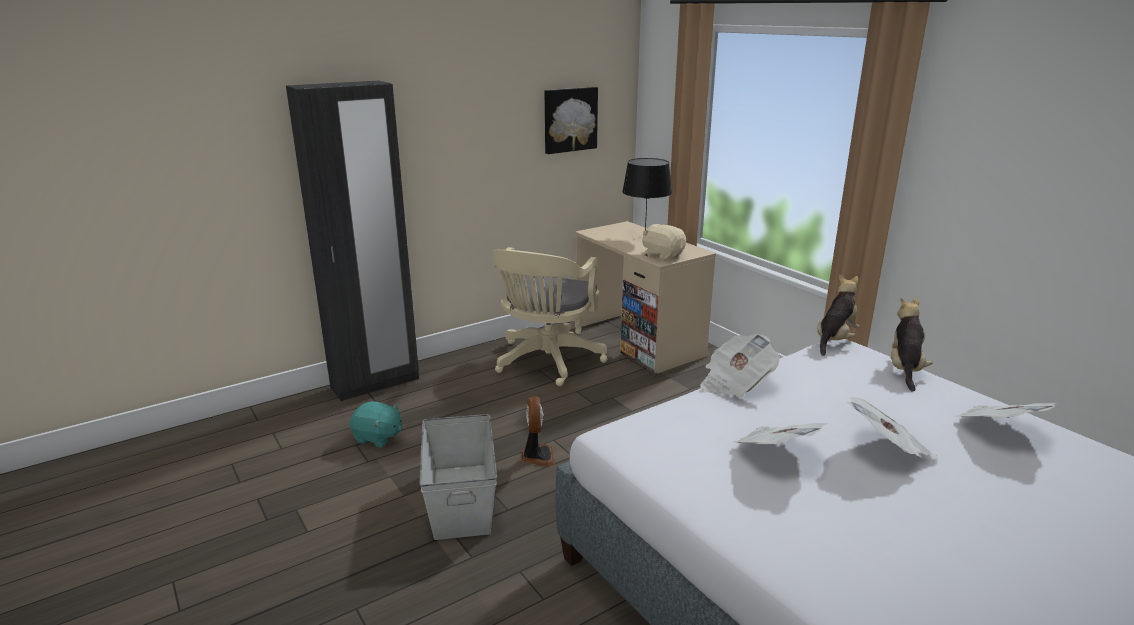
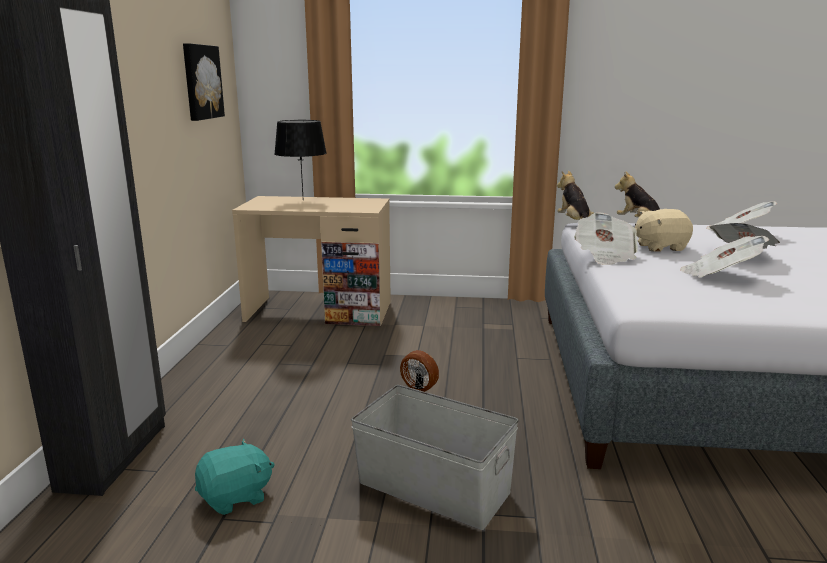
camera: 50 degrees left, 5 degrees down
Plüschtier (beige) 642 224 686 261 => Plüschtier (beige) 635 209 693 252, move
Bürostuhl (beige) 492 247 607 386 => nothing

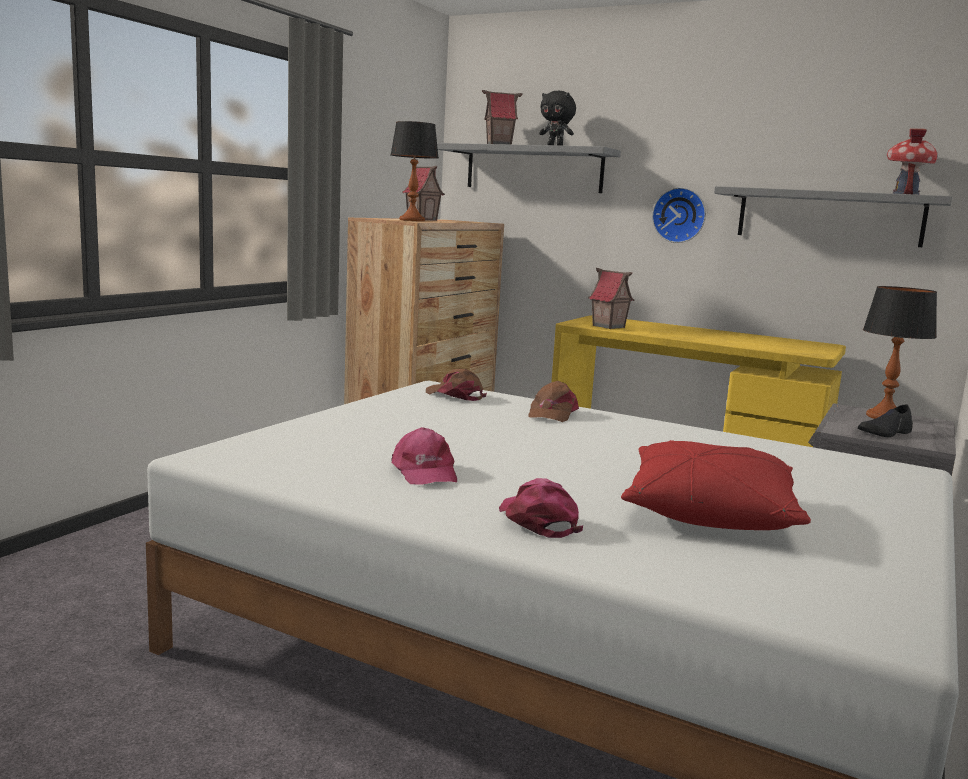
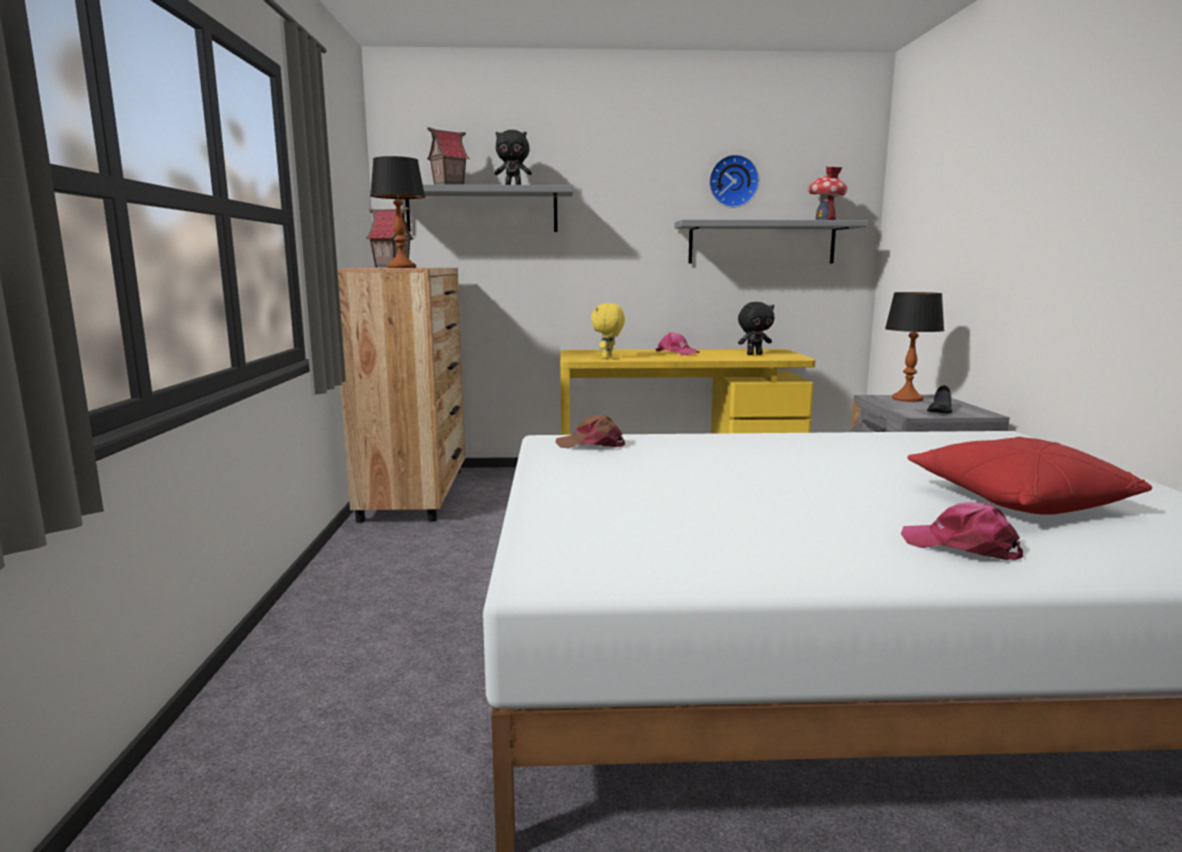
camera: 30 degrees left, 0 degrees up
Spielzeughaus 588 268 634 329 => Plüschtier (gelb) 591 303 625 359
Kappe (rosa) 391 427 457 484 => Kappe (rosa) 656 332 700 355, move
Wanduhr 652 187 706 243 => Wanduhr 709 154 760 208, move
nothing => Plüschtier (schwarz) 738 302 774 355
Kappe (braun) 528 381 579 422 => nothing

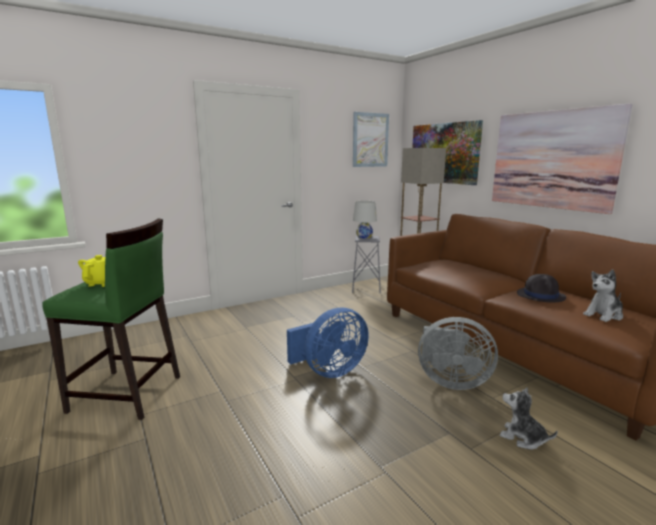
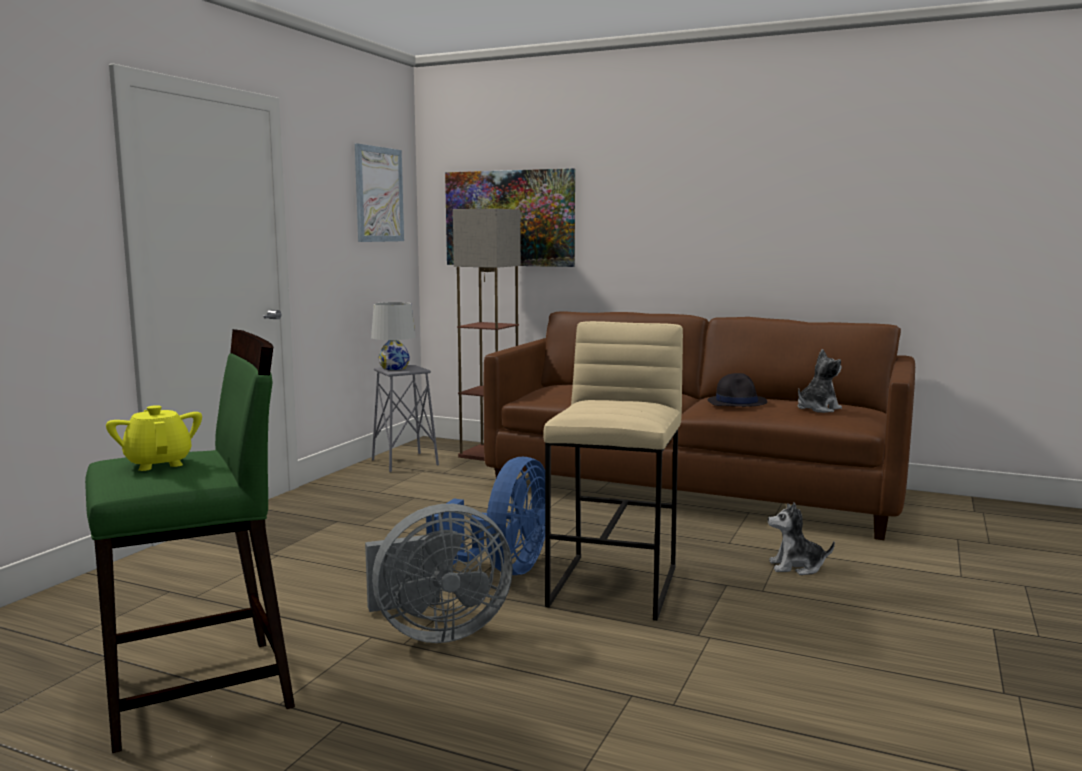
camera: 35 degrees left, 5 degrees down
Ventilator (grau) 418 317 498 390 => Ventilator (grau) 365 504 513 643, move
nothing => Hocker (beige) 543 321 683 621
Plüschtier 583 270 623 322 => Plüschtier 798 349 842 413, 150 degrees counterclockwise
Bild 492 103 633 214 => nothing

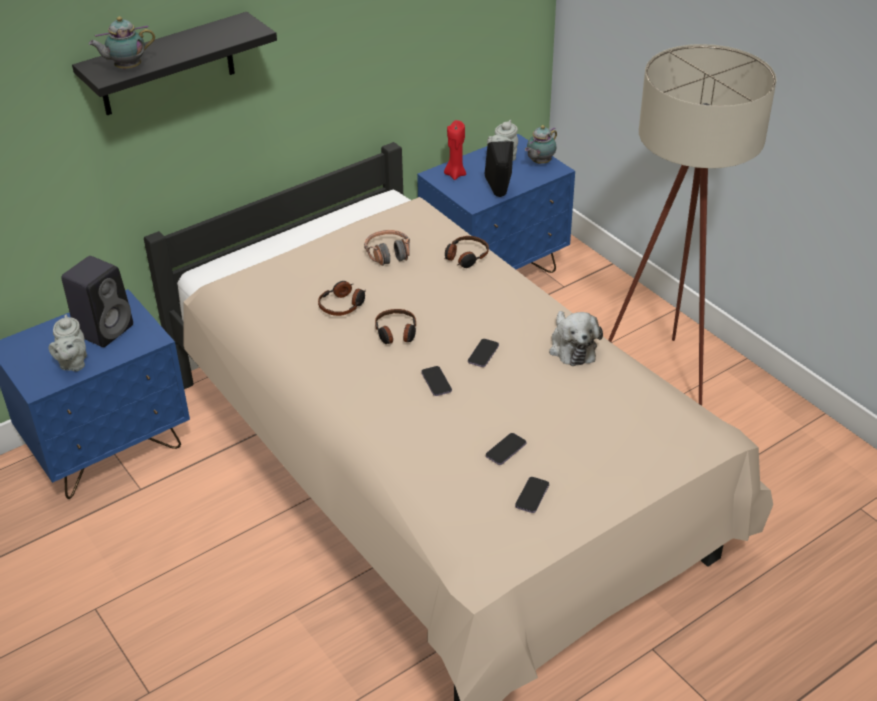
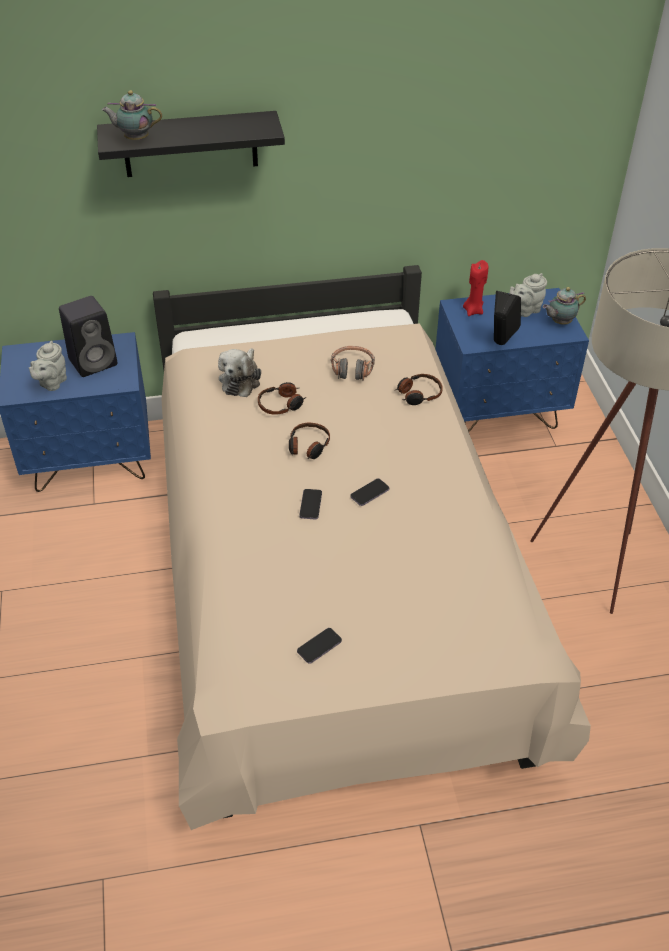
camera: 25 degrees right, 5 degrees up
Plüschtier 549 311 603 366 => Plüschtier 218 348 261 397, move
Handy 486 433 526 465 => nothing

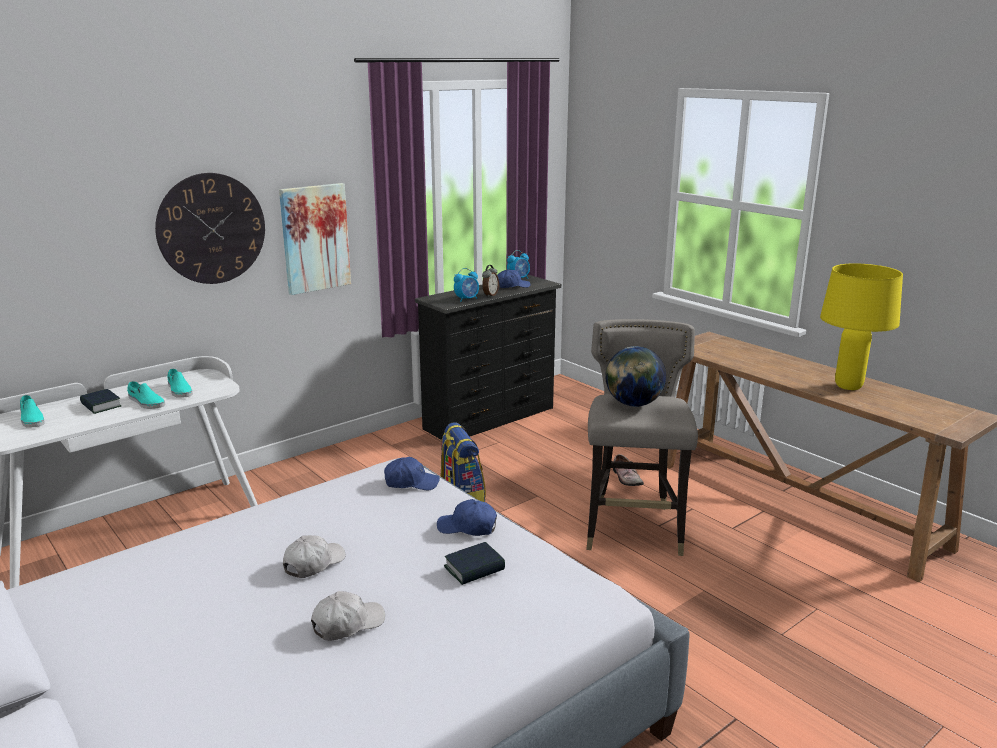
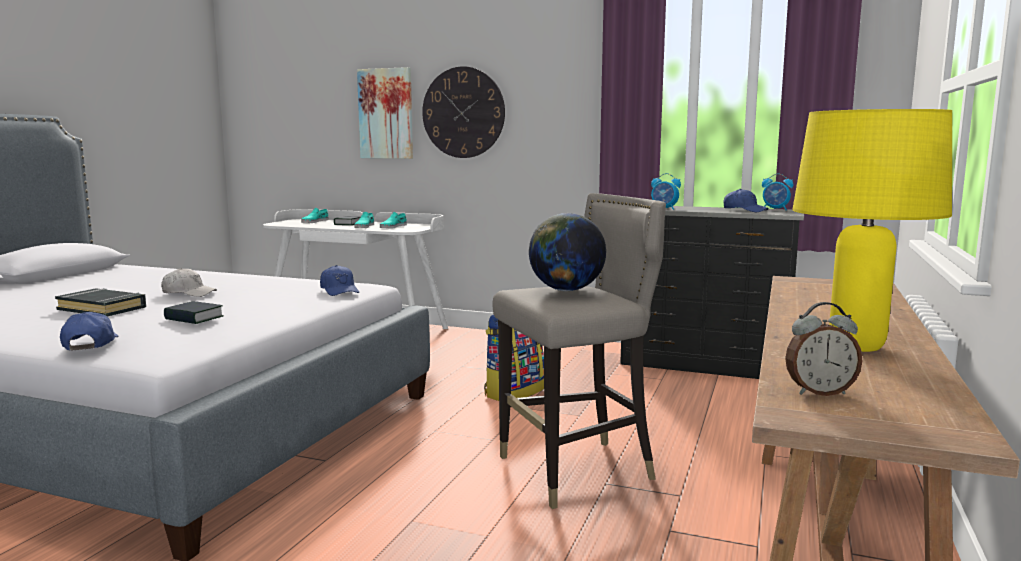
camera: 60 degrees right, 10 degrees down
Kappe (weiß) 311 591 385 641 => Buch (schwarz) 55 288 146 317
Kappe (blau) 437 499 497 536 => Kappe (blau) 60 312 118 350, move
Bild 279 183 351 295 => Bild 357 67 413 159, move
Wecker 482 265 499 297 => Wecker 785 302 863 396, move
Schuh 613 454 644 486 => nothing

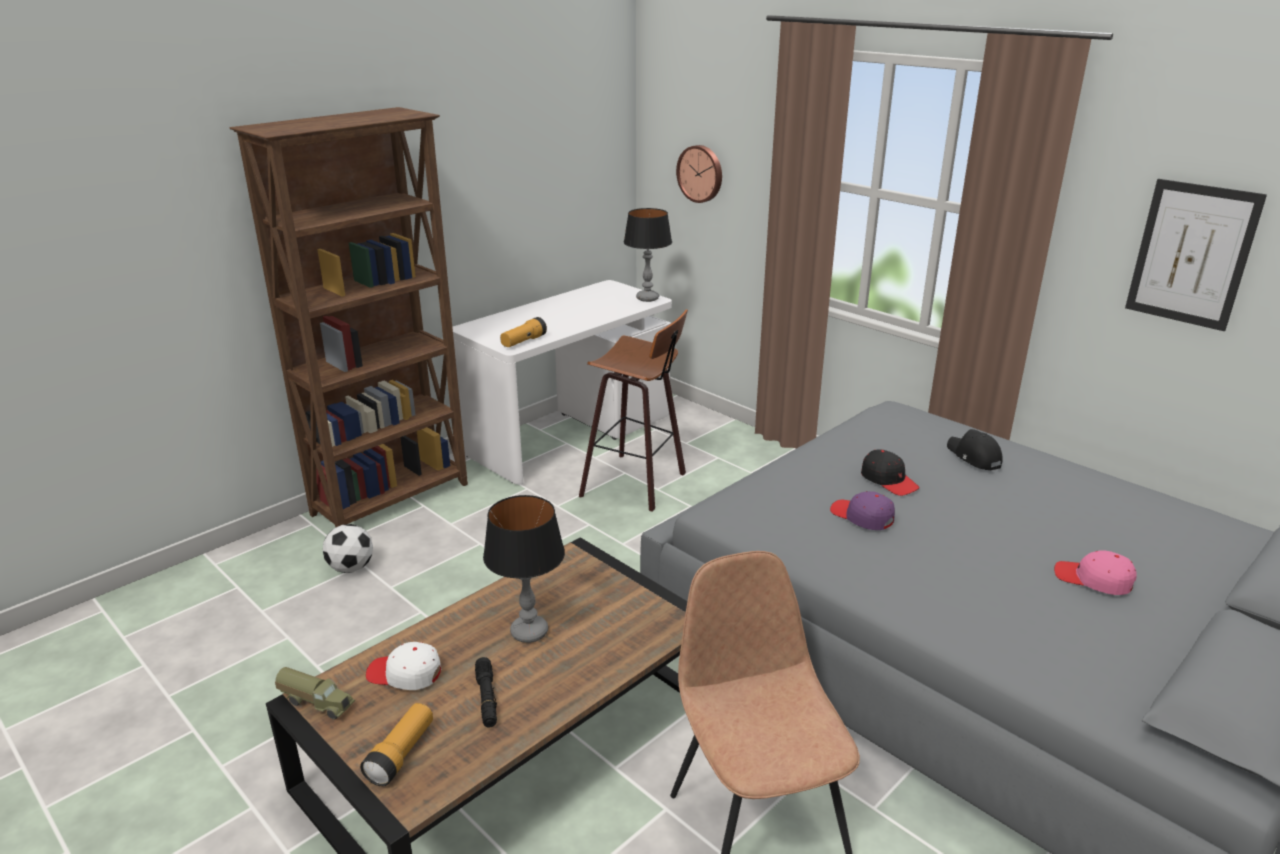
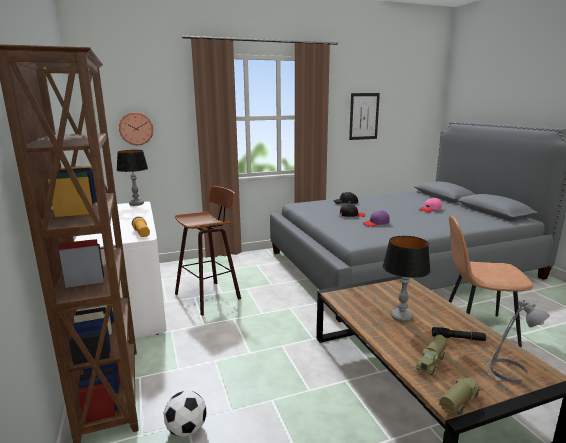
camera: 65 degrees left, 10 degrees down
Kappe (weiß) 366 642 441 690 => Spielzeuglaster 416 335 447 375
Taschenlampe 360 703 433 786 => Tischlampe (grau) 486 300 550 383

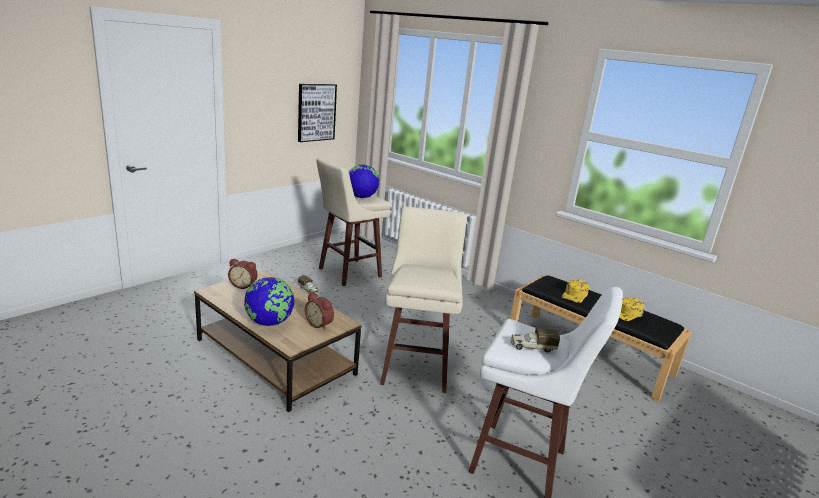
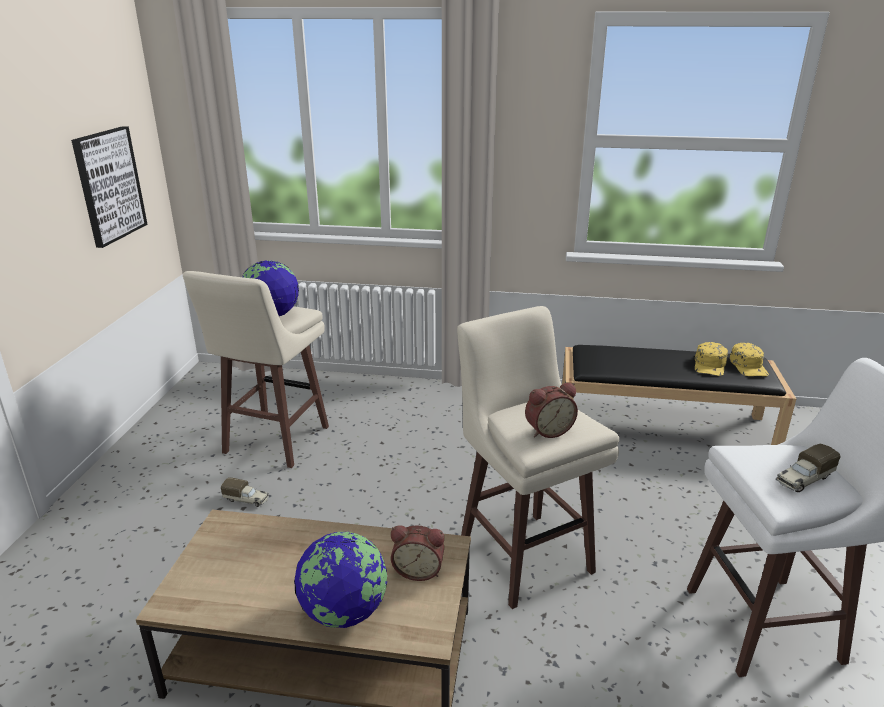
camera: 30 degrees left, 5 degrees up
Wecker 228 259 258 289 => Wecker 525 383 578 438, move
Kappe (gelb) 562 279 589 303 => Kappe (gelb) 730 343 769 376, move

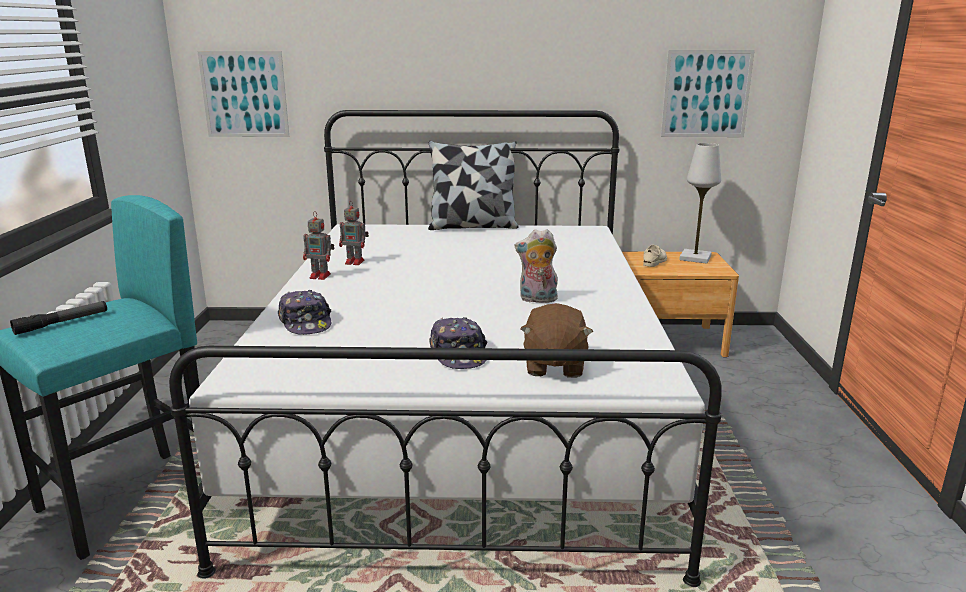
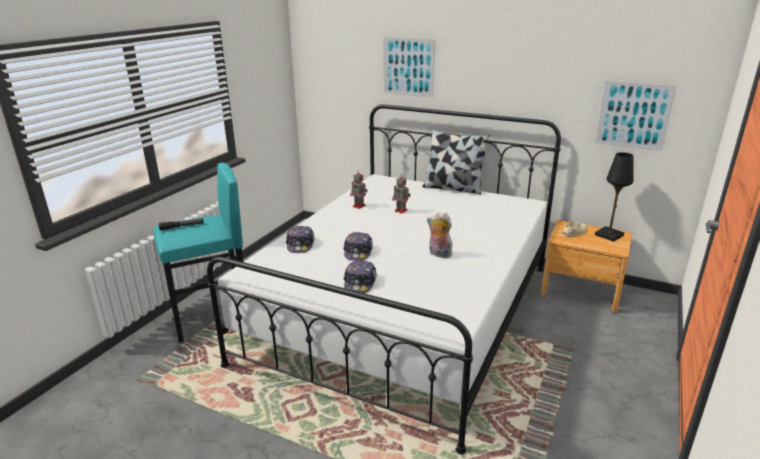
camera: 25 degrees right, 5 degrees up
nothing => Kappe 343 232 373 261
Bild 197 51 289 137 => Bild 383 37 435 97, move
Spielzeugroboter 303 211 335 280 => Spielzeugroboter 392 175 410 214, move
Tischlampe (weiß) 679 143 721 264 => Tischlampe (schwarz) 595 152 634 242
Plüschtier (braun) 520 303 593 378 => nothing

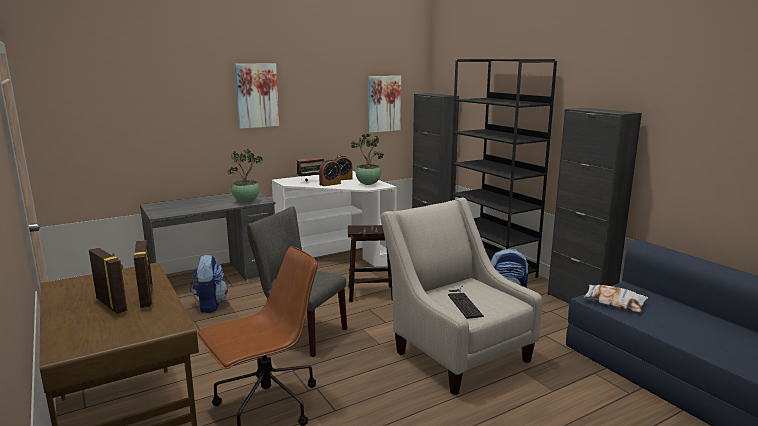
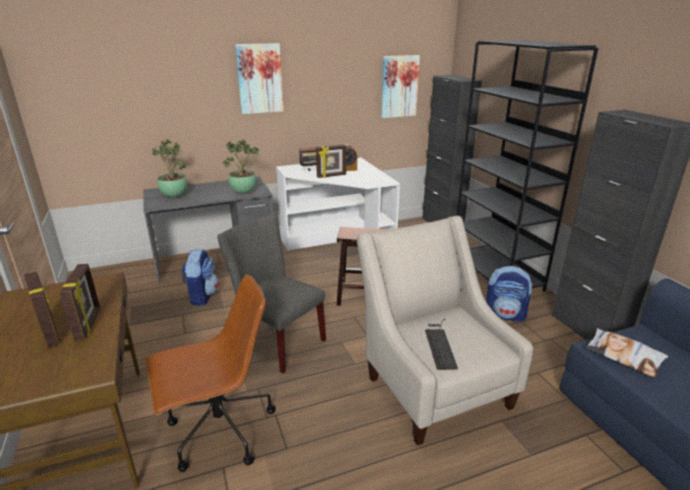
camera: 10 degrees right, 10 degrees up
Topfpflanze 351 133 384 185 => Topfpflanze 152 139 187 197, move
Wecker 319 159 341 186 => Bilderrahmen 316 145 346 178

